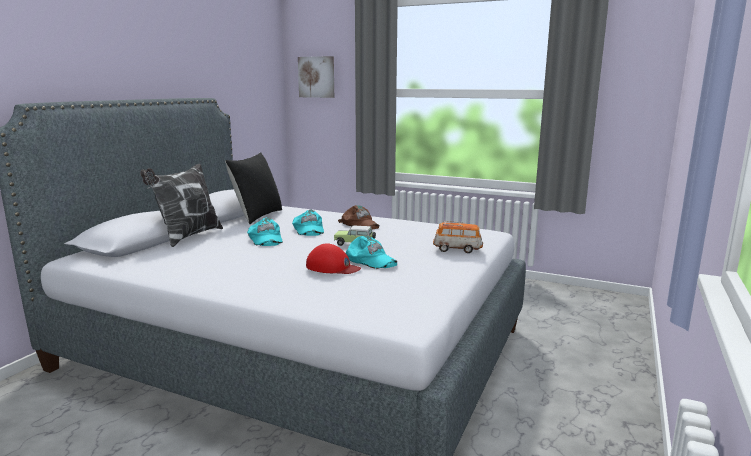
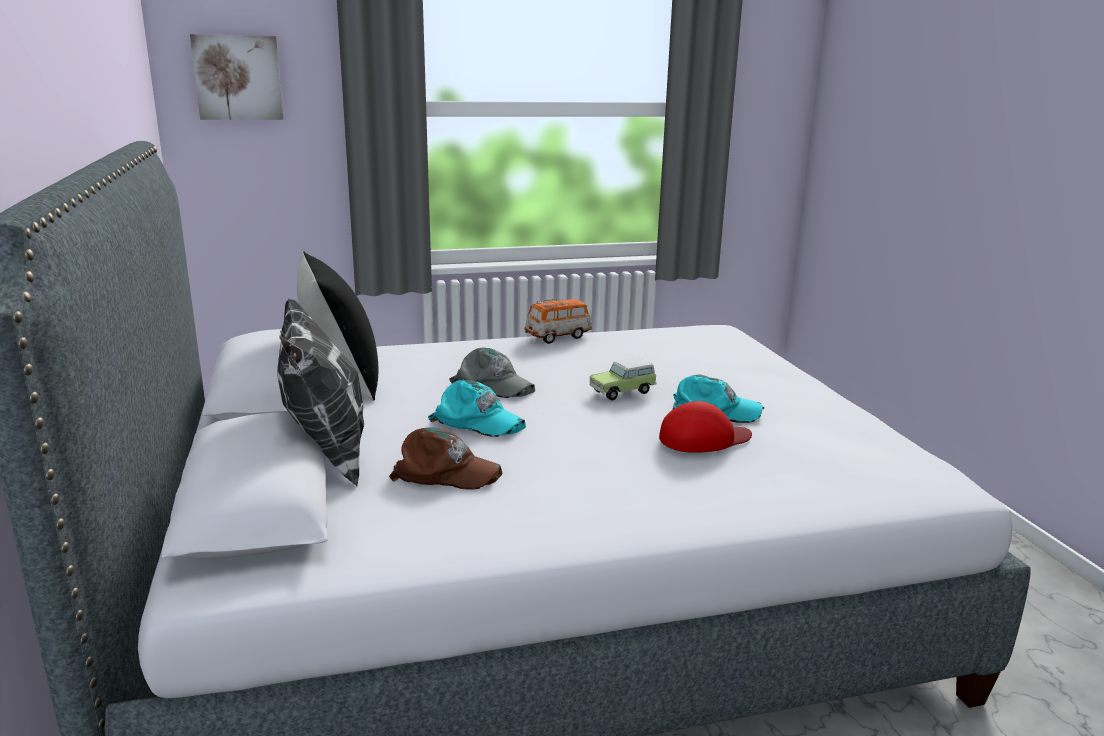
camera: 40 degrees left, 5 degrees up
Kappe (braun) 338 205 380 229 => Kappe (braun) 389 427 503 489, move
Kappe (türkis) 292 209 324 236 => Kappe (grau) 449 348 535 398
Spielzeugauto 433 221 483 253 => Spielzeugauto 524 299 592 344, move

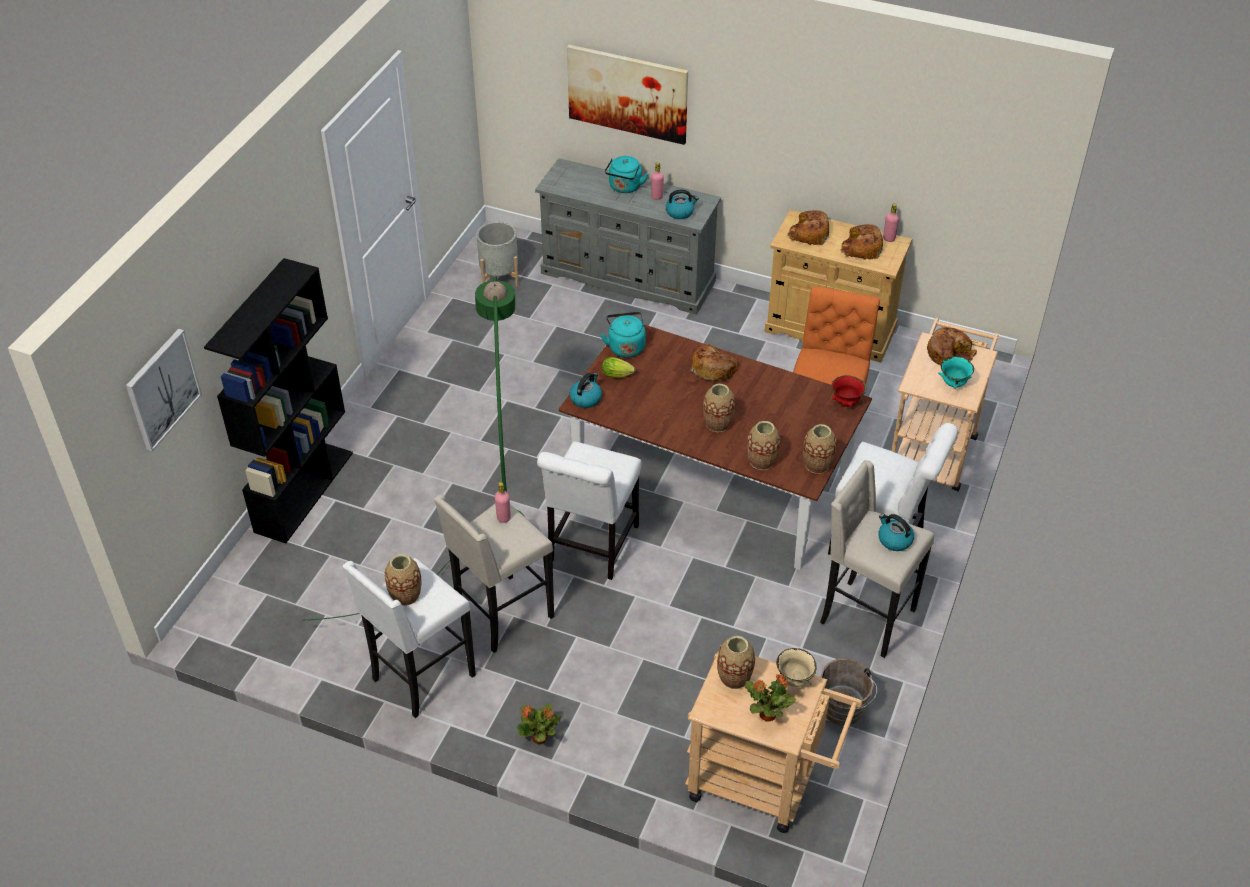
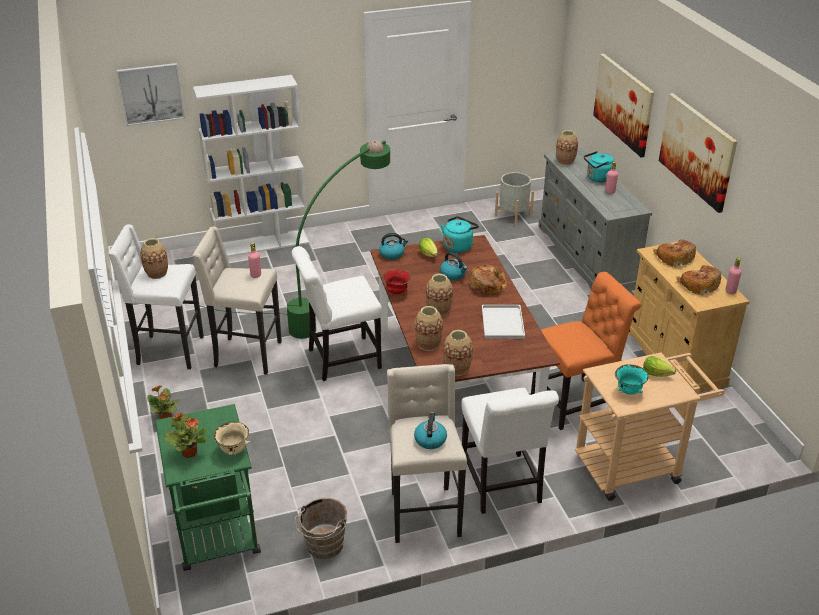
camera: 50 degrees right, 10 degrees down
Rollwagen (beige) 685 646 862 833 => Rollwagen (grün) 155 404 261 571
Bücherregal (schwarz) 204 258 353 543 => Bücherregal (weiß) 193 75 309 257
Schüssel (rot) 832 375 867 407 => Schüssel (rot) 383 269 411 294, move
Wasserkessel 666 189 699 219 => Wasserkessel 440 252 467 280, move
nothing => Tablett (weiß) 482 305 525 339
Vase 717 636 755 689 => Vase 556 130 578 165, move
Brot 927 327 977 365 => Salatkopf 643 356 676 377
nothing => Bild 659 93 737 213

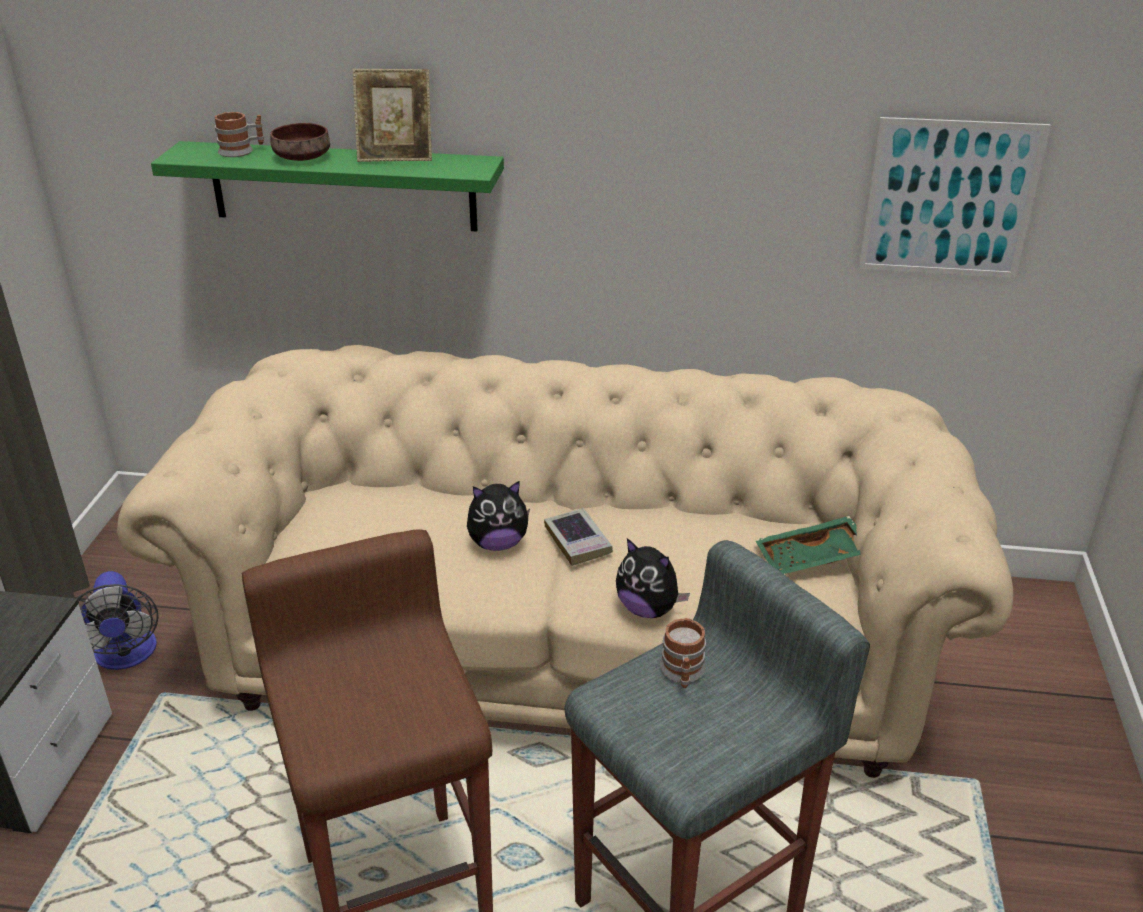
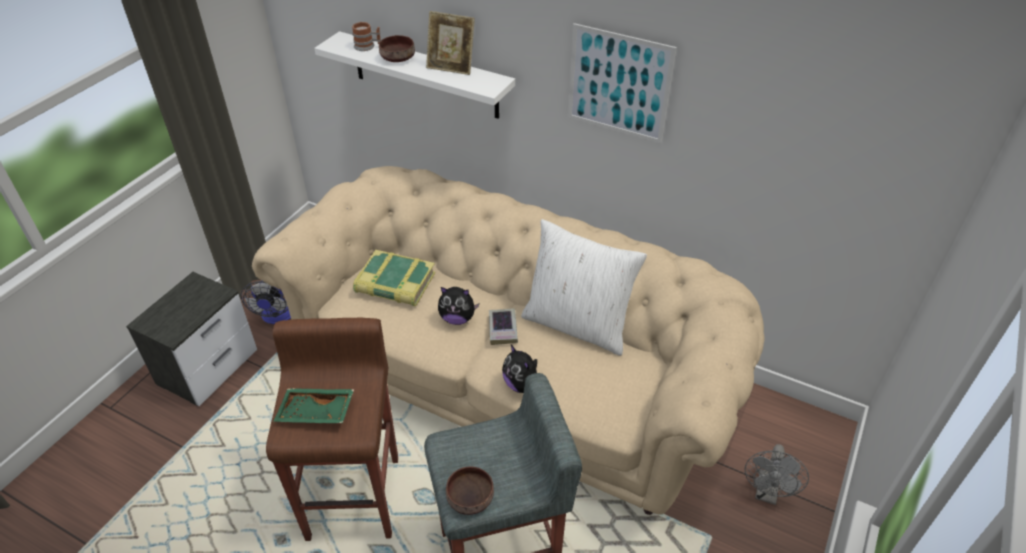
camera: 20 degrees right, 10 degrees up
Tablett (grün) 755 516 861 574 => Tablett (grün) 273 388 354 423, move
Wandregal (grün) 151 141 504 232 => Wandregal (weiß) 314 31 515 119
nothing => Buch 353 250 435 306
nothing => Schüssel (braun) 446 466 494 515
nothing => Kissen (weiß) 521 219 647 356
Bild 858 117 1050 278 => Bild 568 23 676 143, move
nothing => Ventilator (grau) 745 444 809 505
Henkelbecher 660 618 706 688 => nothing

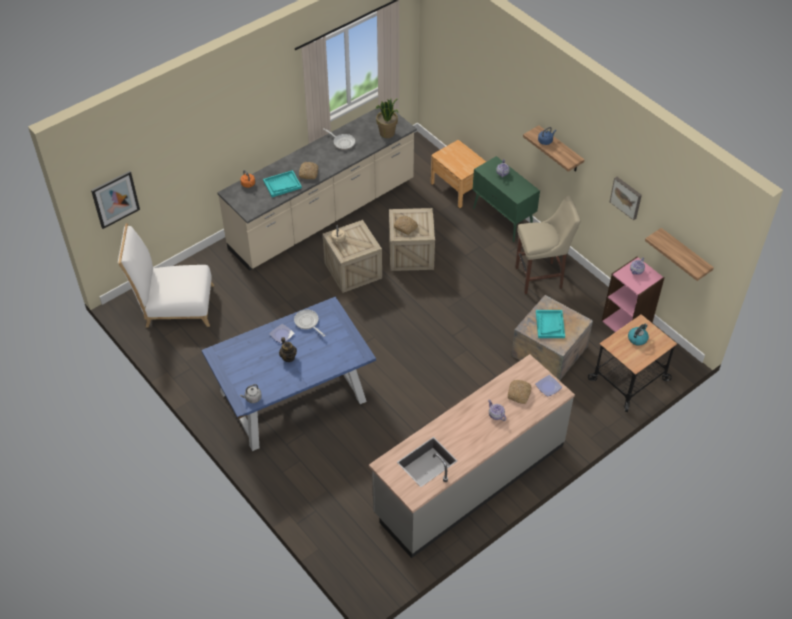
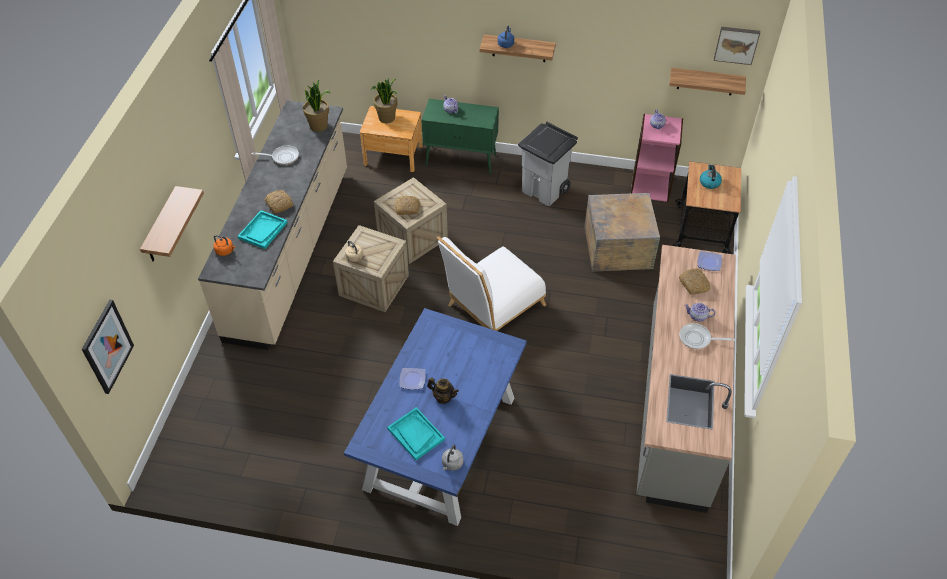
camera: 40 degrees left, 0 degrees up
nothing => Wandregal 140 186 204 261
nothing => Topfpflanze 371 78 398 123
Tablett (türkis) 536 310 565 338 => Tablett (türkis) 387 407 445 460, move
Stuhl (weiß) 118 223 214 328 => Stuhl (weiß) 437 236 546 331, move
Hocker (beige) 515 196 581 294 => Mülleimer (grau) 518 122 578 206
Pfanne 294 310 325 337 => Pfanne 679 323 736 349, move
Bild 610 177 642 220 => Bild 714 27 760 65, move

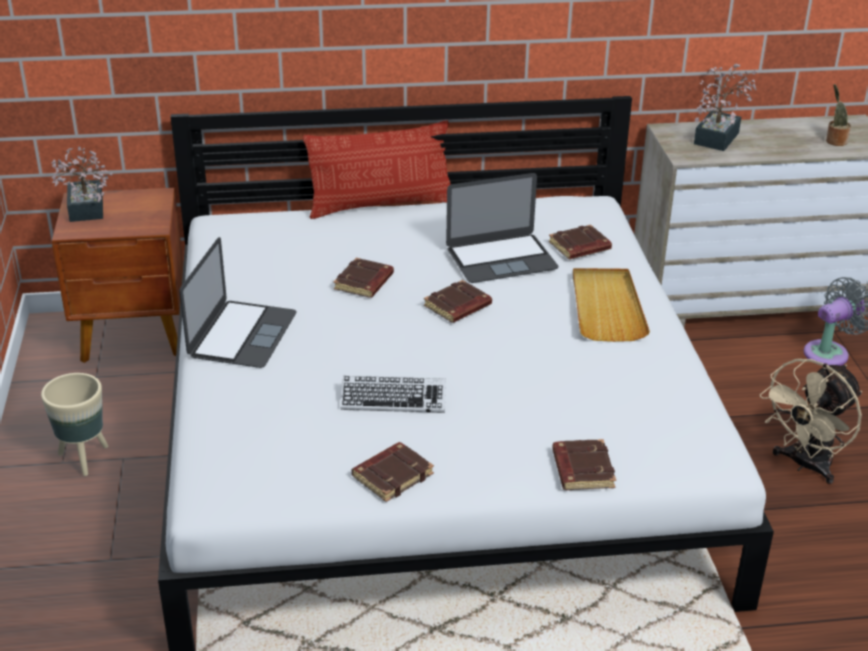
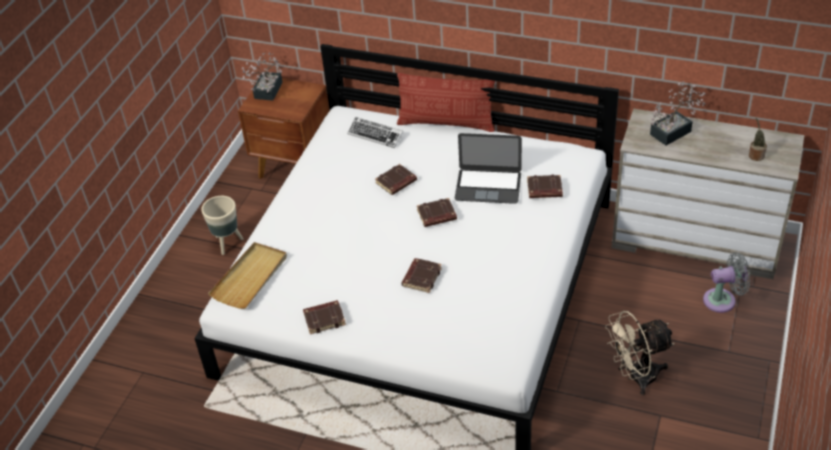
camera: 30 degrees right, 10 degrees up
Tablett (beige) 573 268 650 342 => Tablett (beige) 208 242 287 309, move
Tastatur 340 376 446 413 => Tastatur 347 117 403 148, move
Buch (braun) 552 439 616 490 => Buch (braun) 402 258 442 293, move
Laptop 179 237 297 368 => nothing

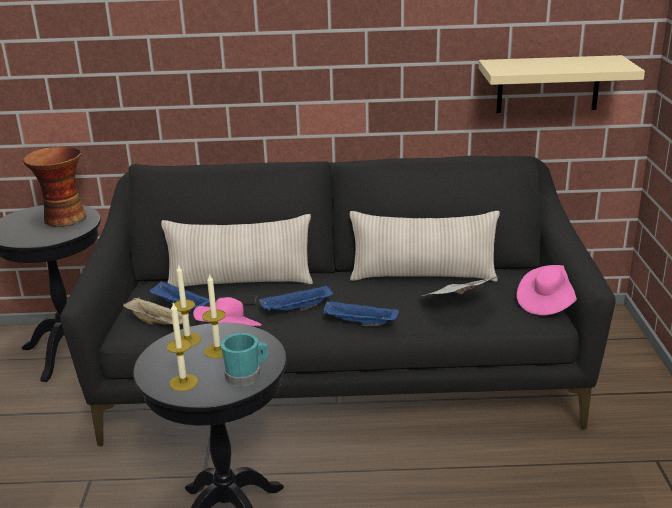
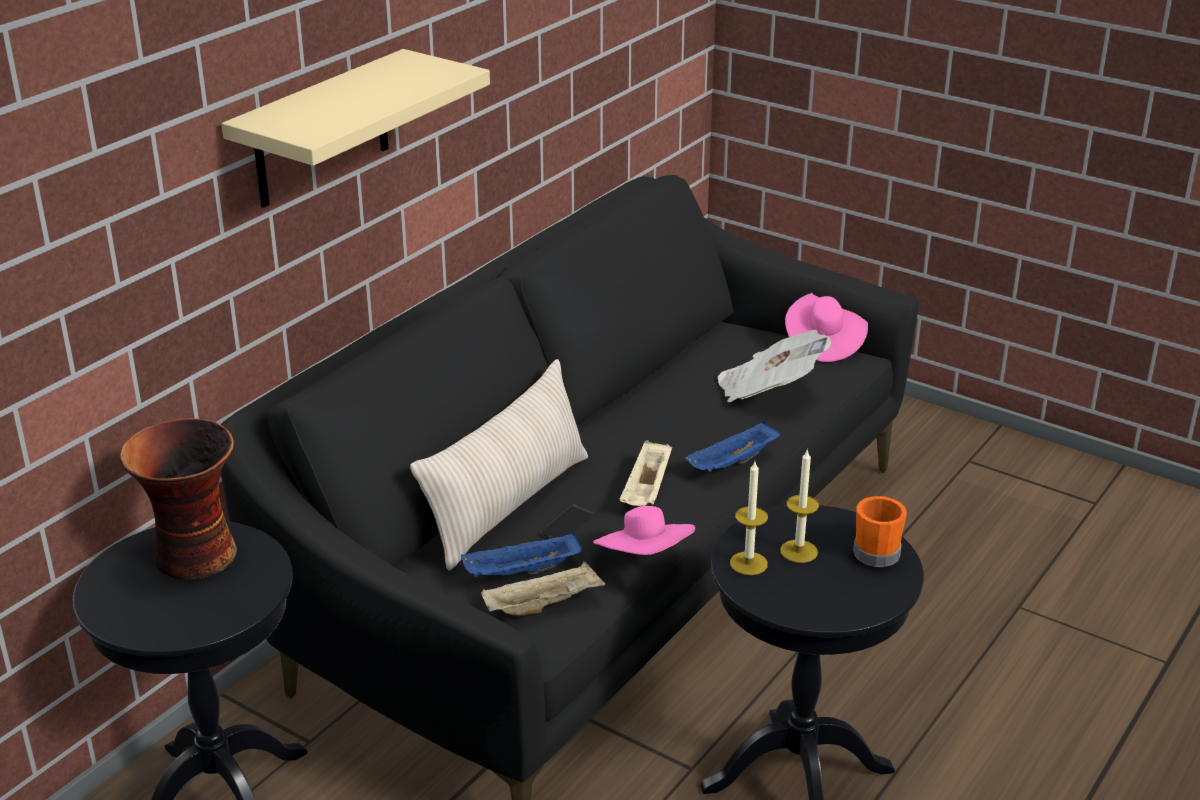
camera: 55 degrees left, 5 degrees up
Wandregal (beige) 479 55 645 113 => Wandregal (beige) 222 49 490 208, move
Tablett (blau) 259 284 333 311 => Tablett (beige) 620 440 672 506
Henkelbecher (türkis) 221 333 268 386 => Henkelbecher (orange) 853 496 907 567
Kerze 166 303 198 391 => nothing
Kissen (beige) 350 211 500 282 => nothing

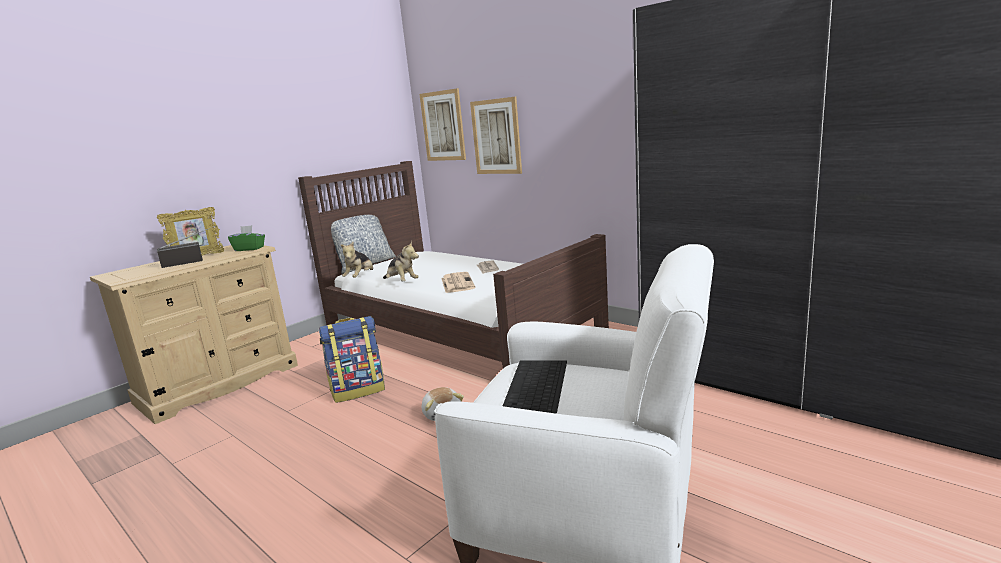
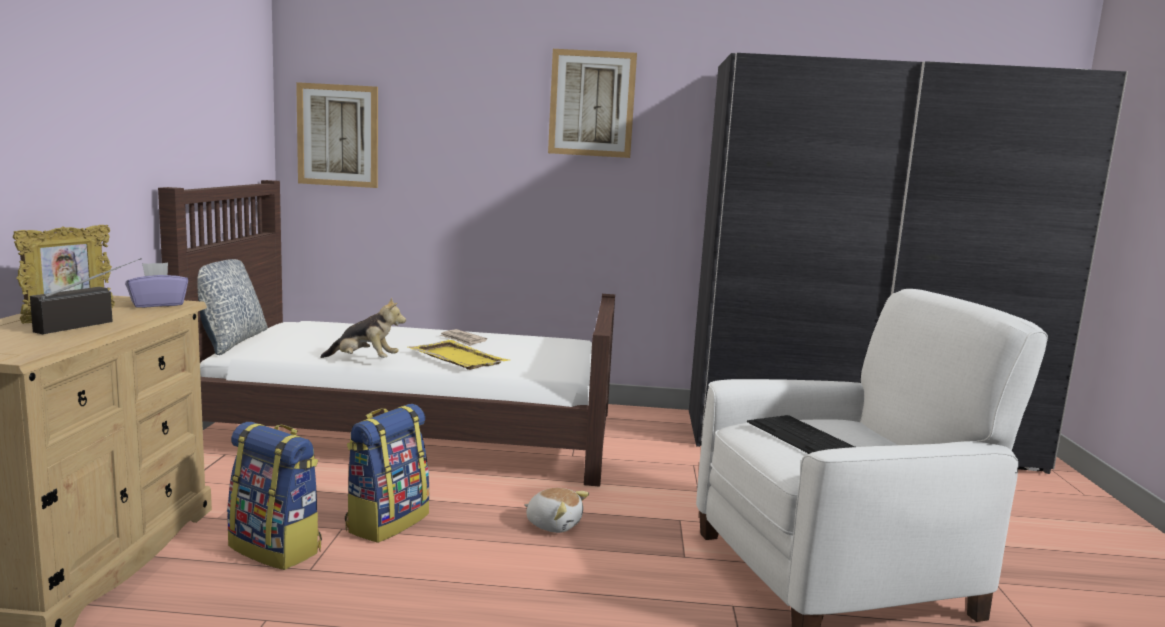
camera: 40 degrees left, 5 degrees down
Taschentuchbox (grün) 228 225 265 251 => Taschentuchbox (lila) 125 262 188 308
nothing => Rucksack 227 422 322 570
Zeitung 441 272 475 293 => Tablett (gelb) 408 340 509 370
Bild 470 97 522 174 => Bild 548 49 637 158, move
Plüschtier 340 242 373 278 => nothing

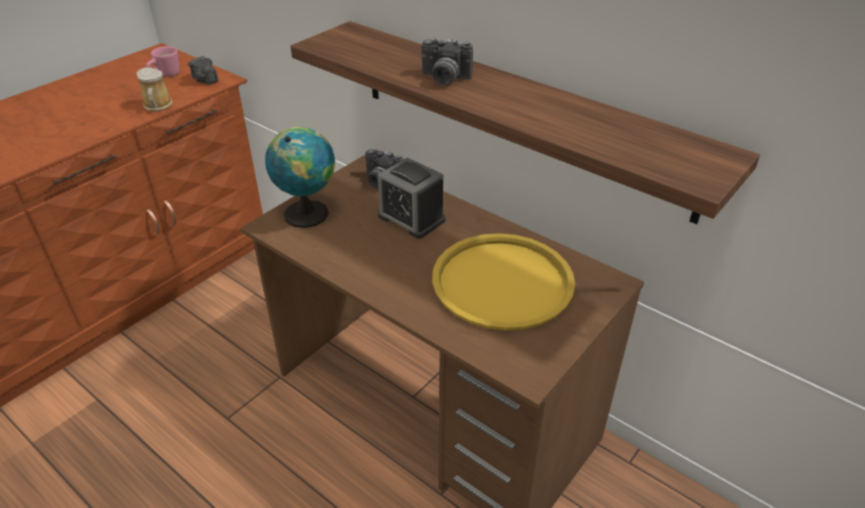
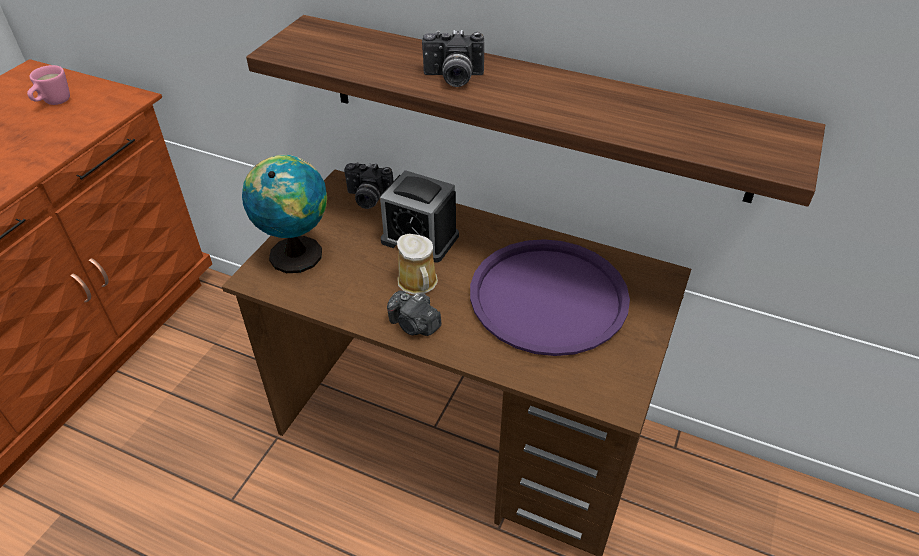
camera: 15 degrees left, 5 degrees up
Kamera 188 56 218 85 => Kamera 387 290 441 336, move
Henkelbecher 137 68 172 111 => Henkelbecher 397 234 438 295, move
Tablett (gelb) 432 233 575 331 => Tablett (lila) 470 239 630 356

